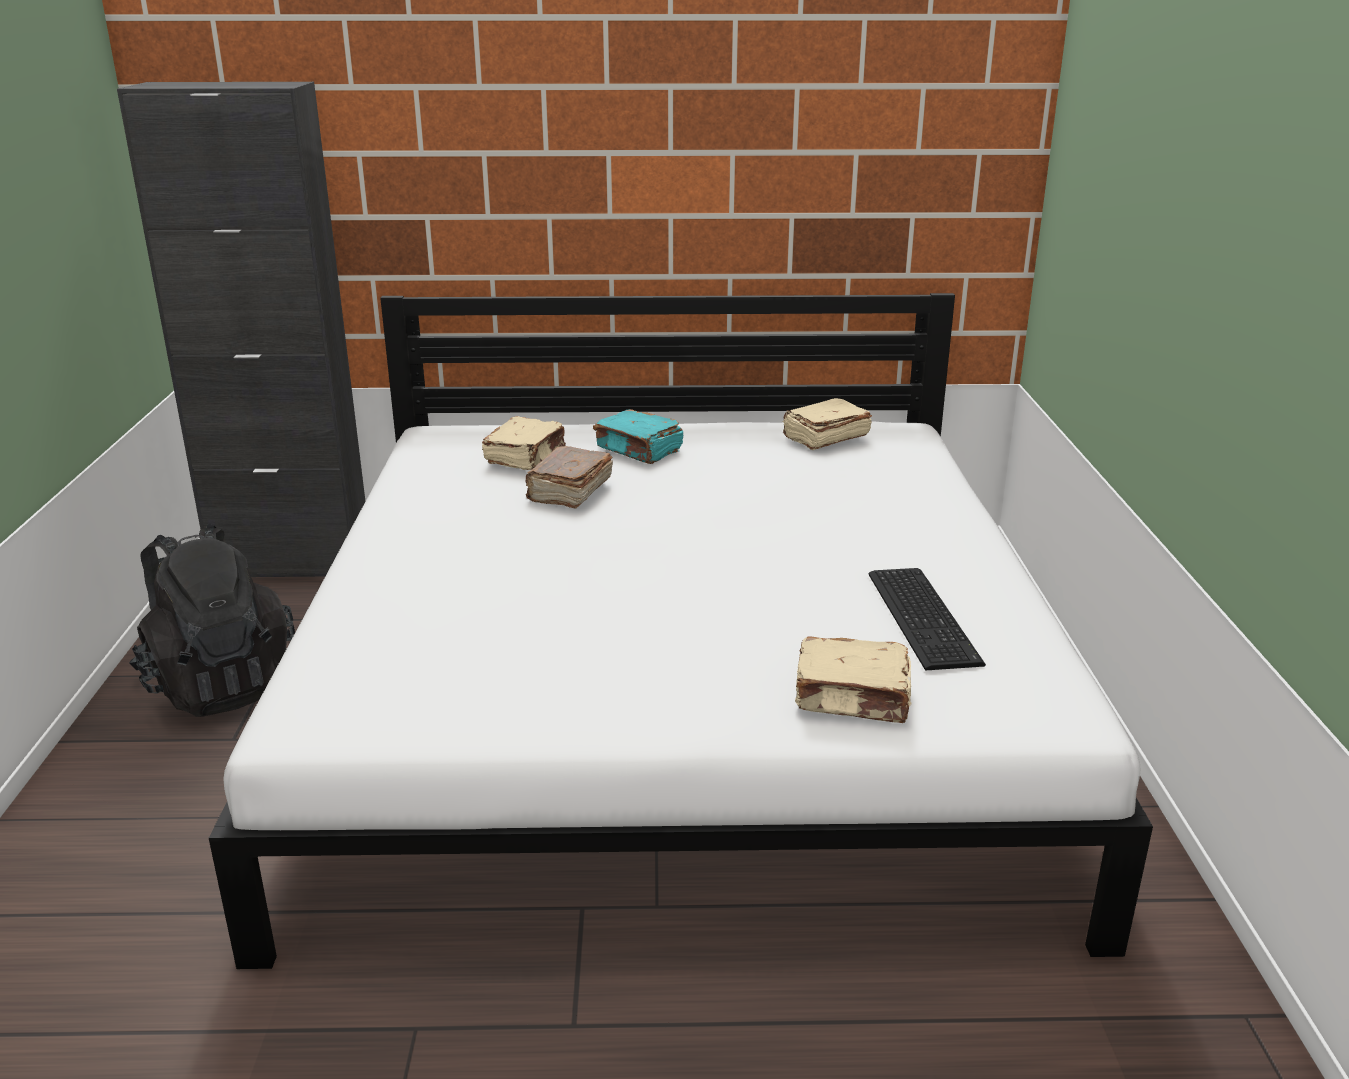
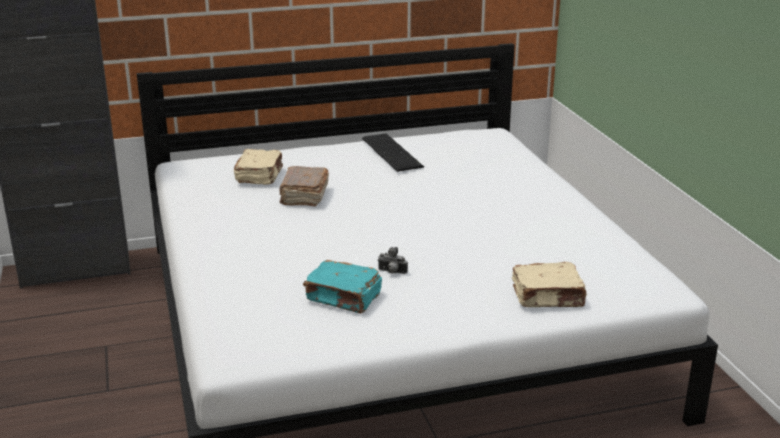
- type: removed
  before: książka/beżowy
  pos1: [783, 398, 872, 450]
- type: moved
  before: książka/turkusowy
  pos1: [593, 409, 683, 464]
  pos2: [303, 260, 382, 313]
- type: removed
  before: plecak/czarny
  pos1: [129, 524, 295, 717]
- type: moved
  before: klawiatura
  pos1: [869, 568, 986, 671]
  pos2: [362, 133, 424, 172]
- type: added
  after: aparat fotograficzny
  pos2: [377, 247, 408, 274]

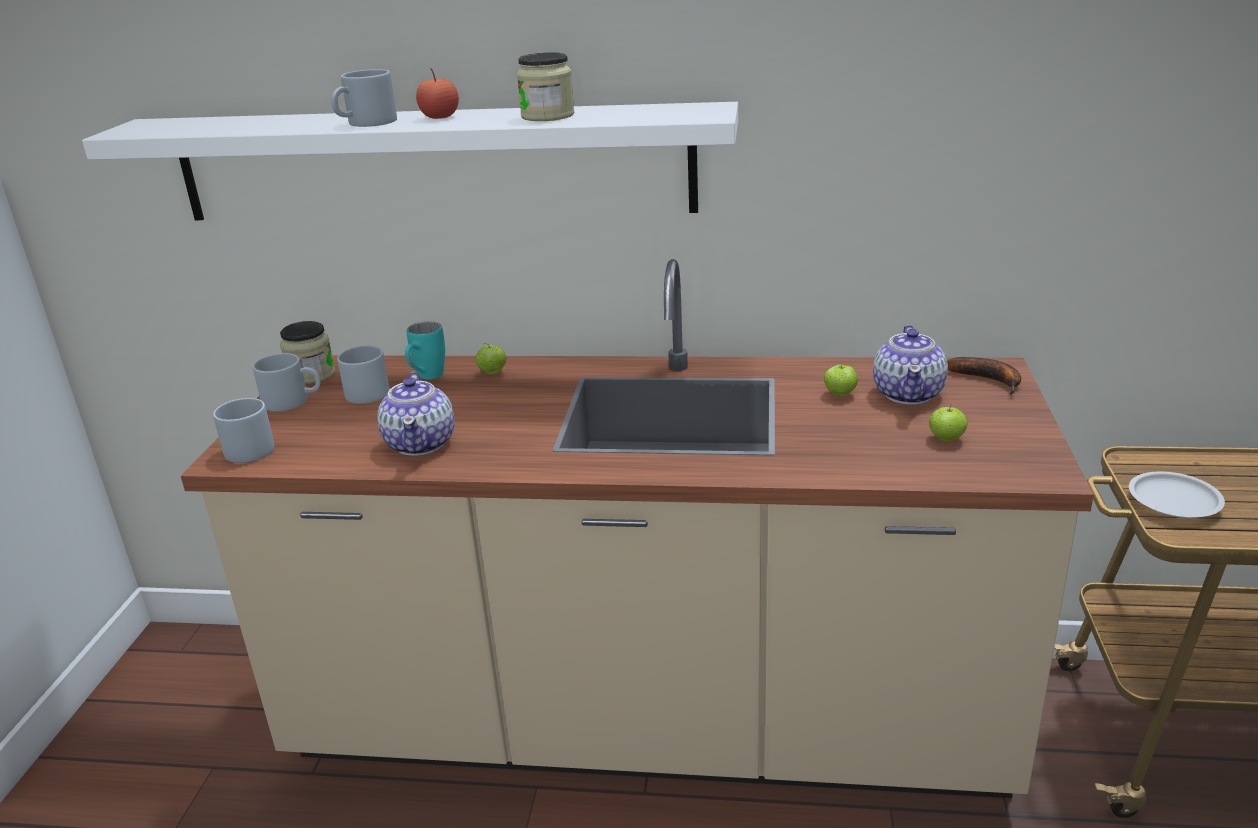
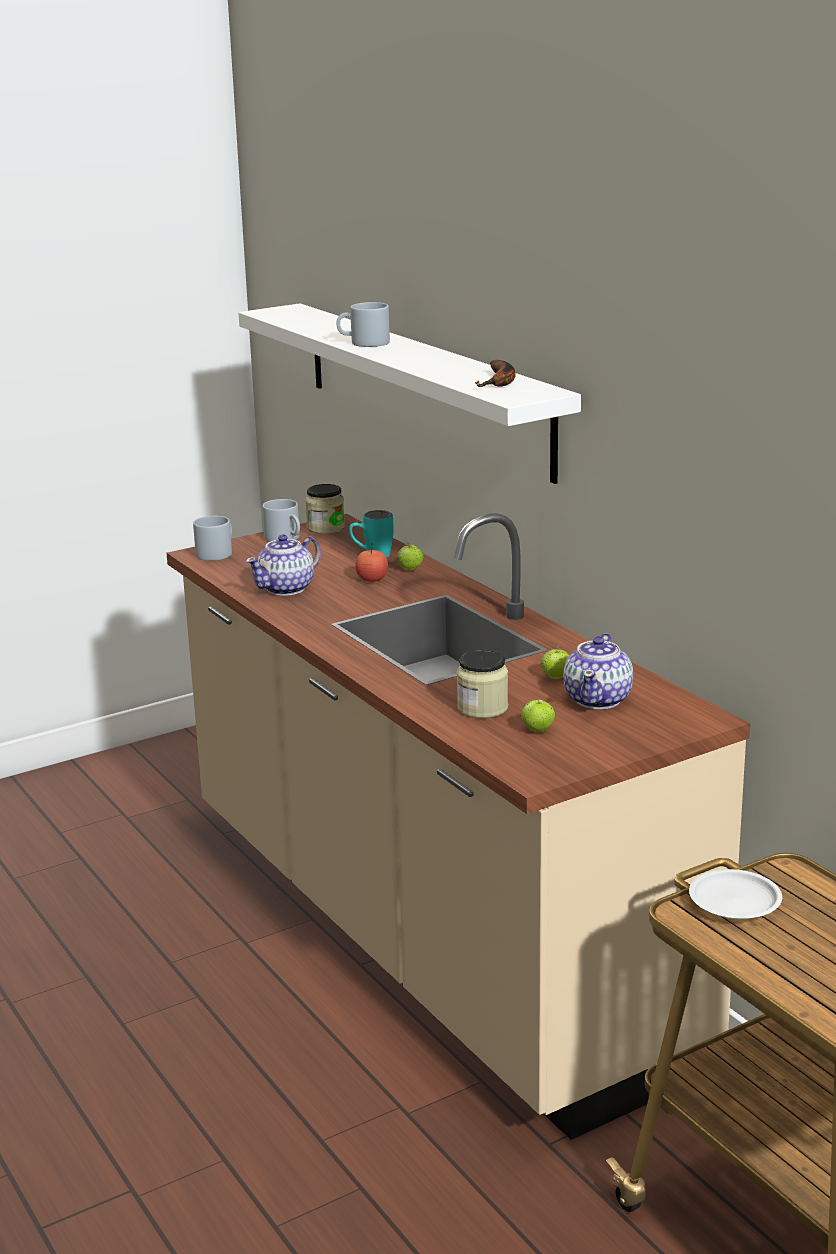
- type: moved
  before: słoik
  pos1: [517, 52, 574, 121]
  pos2: [457, 650, 508, 718]
- type: moved
  before: jabłko
  pos1: [416, 68, 459, 119]
  pos2: [355, 543, 388, 582]
- type: turned
  before: imbryk
  pos1: [873, 325, 948, 404]
  pos2: [563, 633, 633, 709]
  turn: -45
- type: removed
  before: kubek/szary
  pos1: [337, 346, 390, 404]
- type: moved
  before: banan
  pos1: [947, 357, 1021, 395]
  pos2: [475, 360, 515, 387]

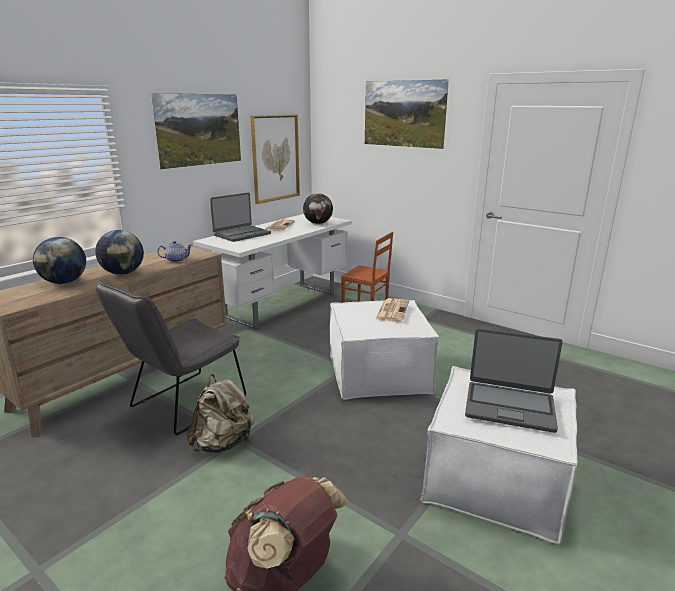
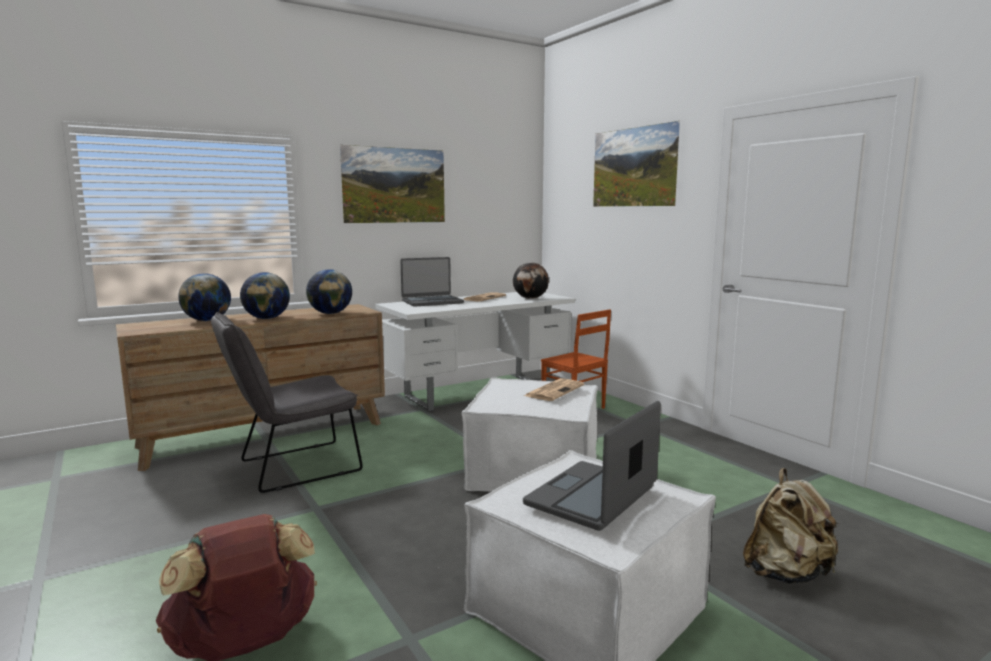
- type: removed
  before: obraz
  pos1: [251, 115, 300, 204]
- type: replaced
  before: imbryk
  after: globus
  pos1: [157, 241, 192, 262]
  pos2: [306, 269, 352, 314]
- type: turned
  before: laptop
  pos1: [465, 328, 563, 433]
  pos2: [523, 401, 661, 531]
  turn: 90
- type: moved
  before: plecak/beżowy
  pos1: [187, 374, 255, 453]
  pos2: [743, 468, 839, 584]

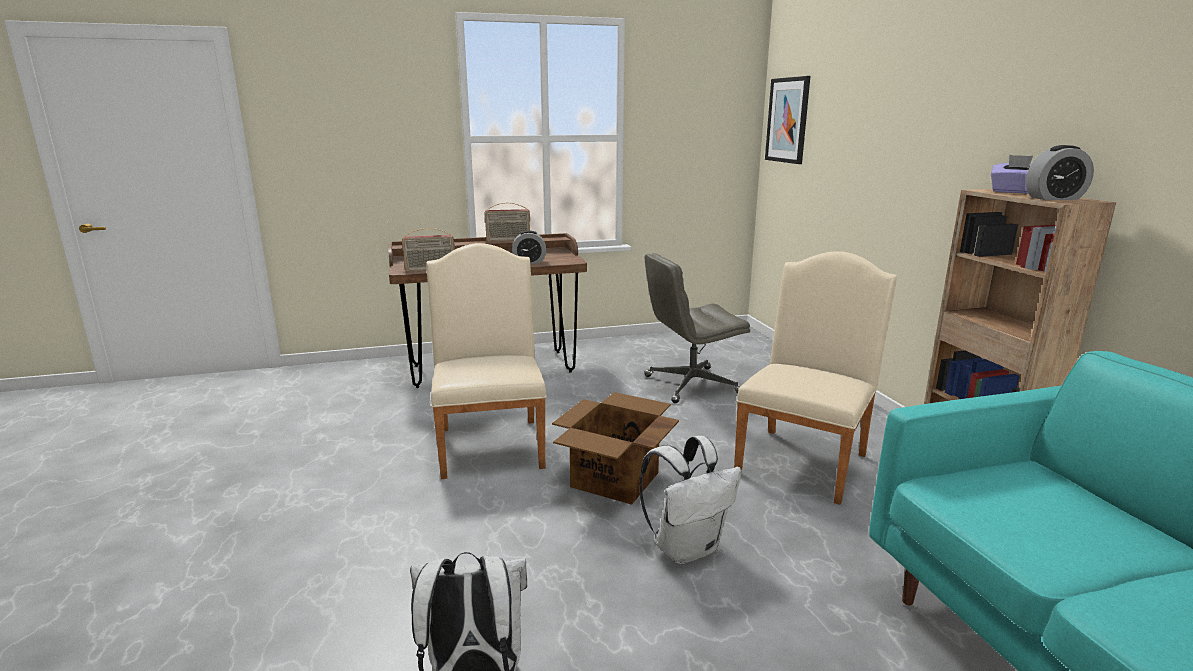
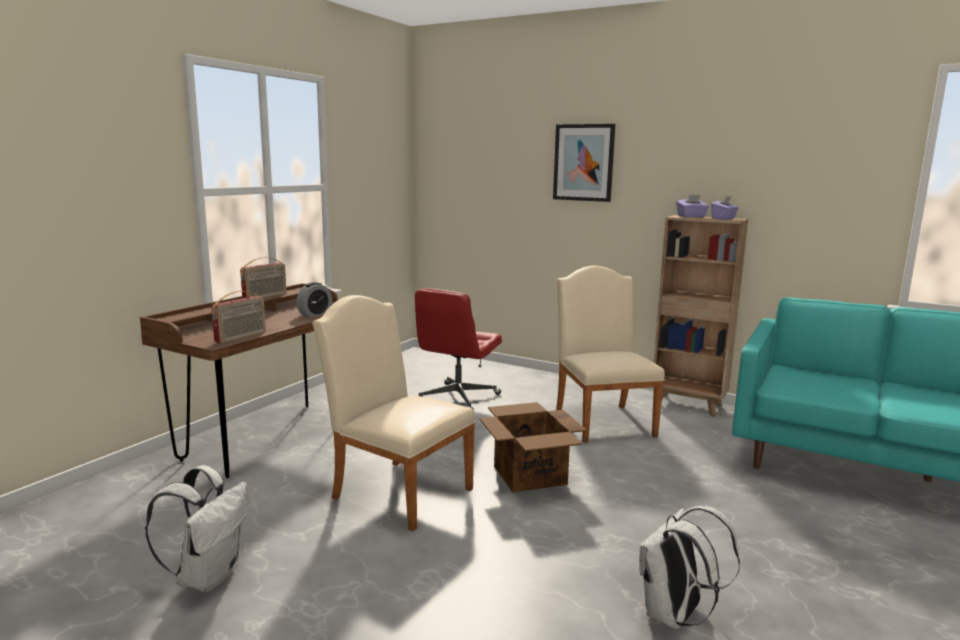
- type: moved
  before: obraz
  pos1: [765, 76, 810, 164]
  pos2: [553, 124, 615, 202]
- type: replaced
  before: budzik
  after: pudełko chusteczek/fioletowy
  pos1: [1026, 145, 1094, 200]
  pos2: [711, 196, 739, 220]
- type: recoloured
  before: krzesło biurowe/szary
  after: krzesło biurowe/czerwony
  pos1: [644, 253, 750, 403]
  pos2: [415, 288, 502, 410]
- type: moved
  before: plecak/biały
  pos1: [639, 436, 742, 564]
  pos2: [145, 465, 247, 592]

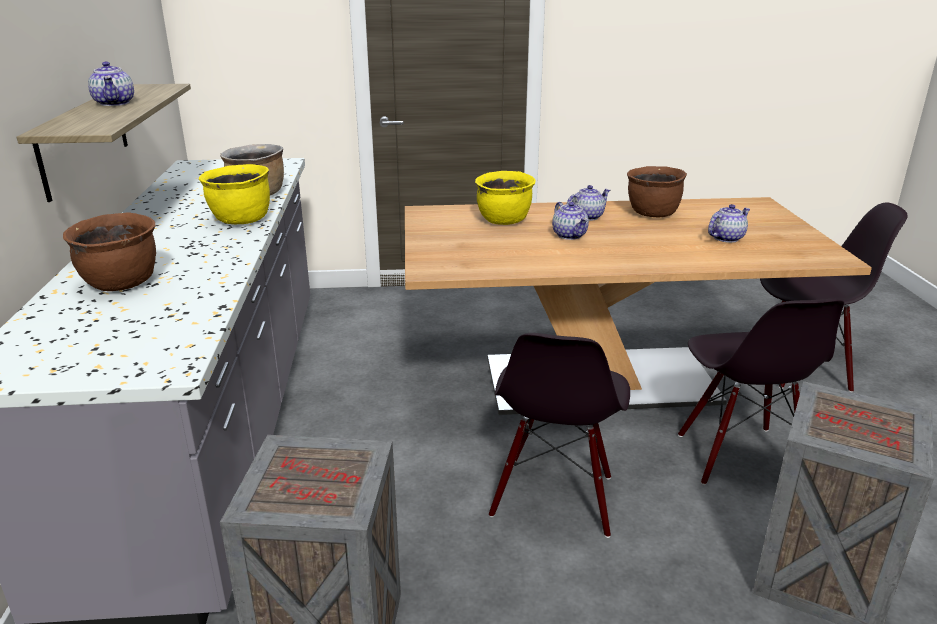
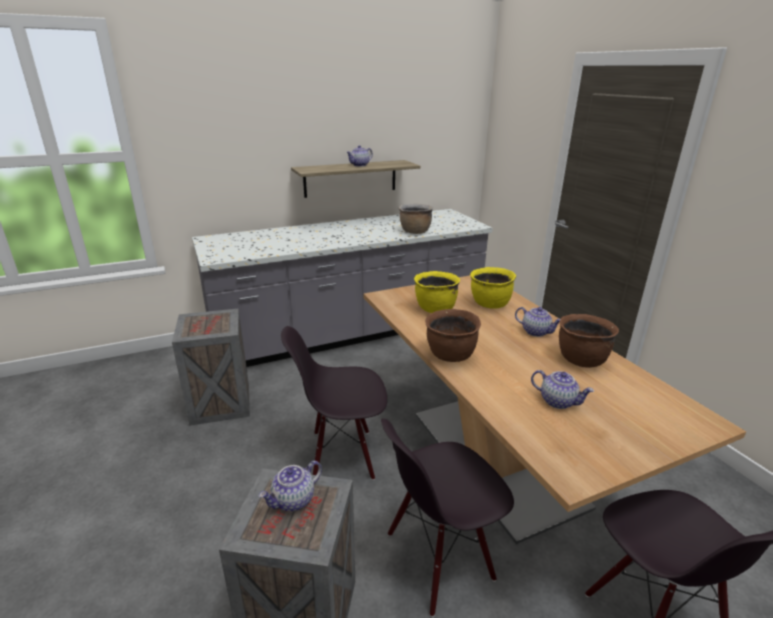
- type: moved
  before: garnek/żółty
  pos1: [199, 164, 270, 224]
  pos2: [414, 271, 460, 313]
- type: moved
  before: imbryk
  pos1: [552, 202, 589, 240]
  pos2: [259, 461, 322, 511]
- type: moved
  before: garnek/brązowy
  pos1: [63, 212, 156, 291]
  pos2: [425, 309, 481, 362]

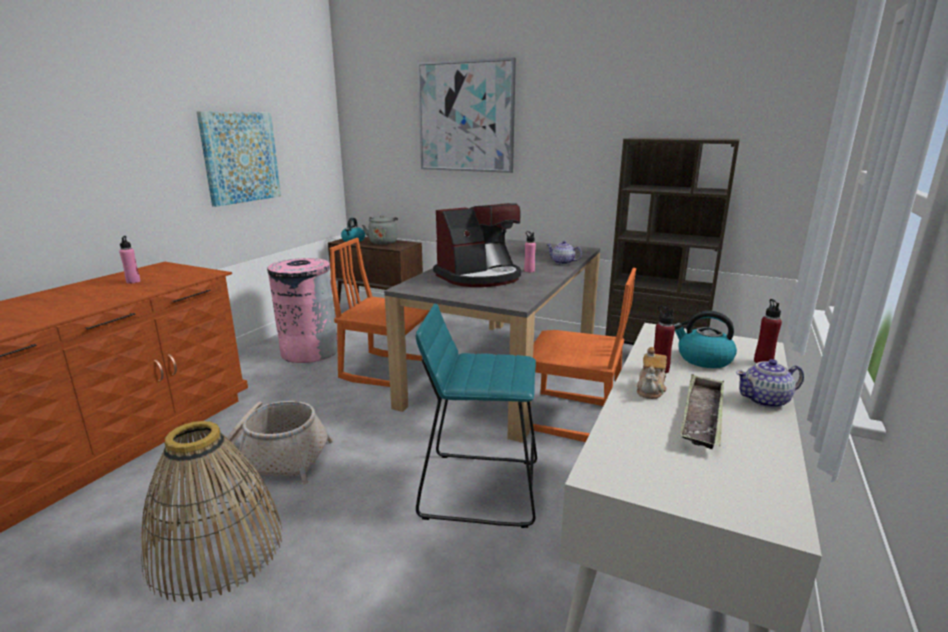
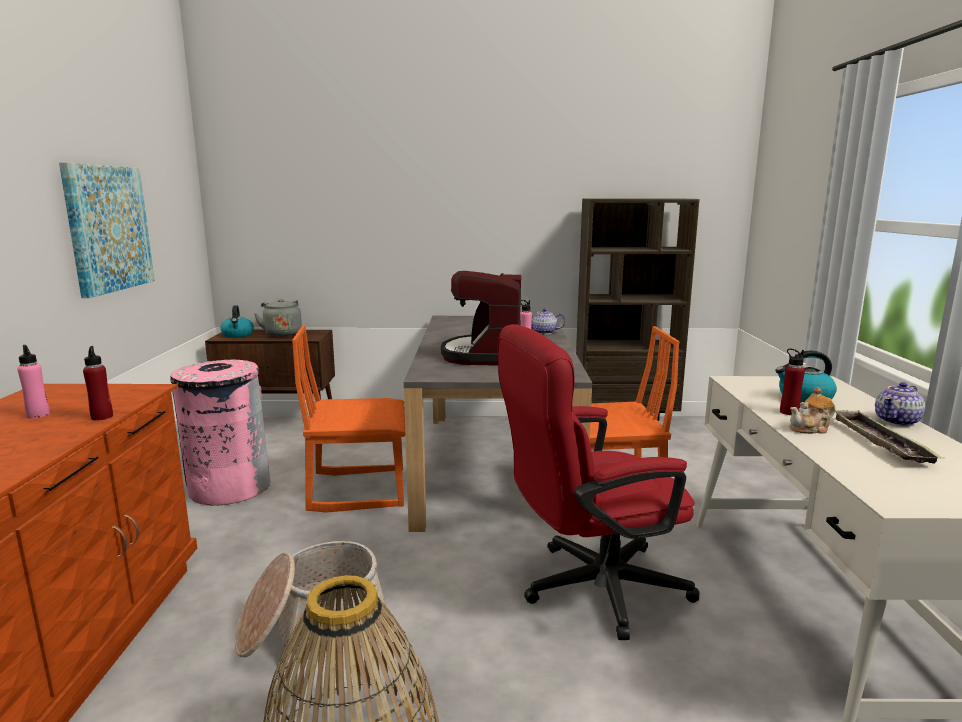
- type: removed
  before: obraz
  pos1: [418, 58, 516, 173]
- type: turned
  before: ekspres do kawy
  pos1: [433, 203, 521, 287]
  pos2: [441, 271, 521, 366]
  turn: 150
- type: moved
  before: butelka/czerwony
  pos1: [754, 299, 782, 363]
  pos2: [83, 346, 113, 420]
- type: replaced
  before: stołek/turkusowy
  after: krzesło biurowe/czerwony
  pos1: [416, 303, 537, 528]
  pos2: [498, 324, 700, 640]
- type: turned
  before: imbryk
  pos1: [637, 347, 667, 399]
  pos2: [789, 387, 836, 434]
  turn: 75

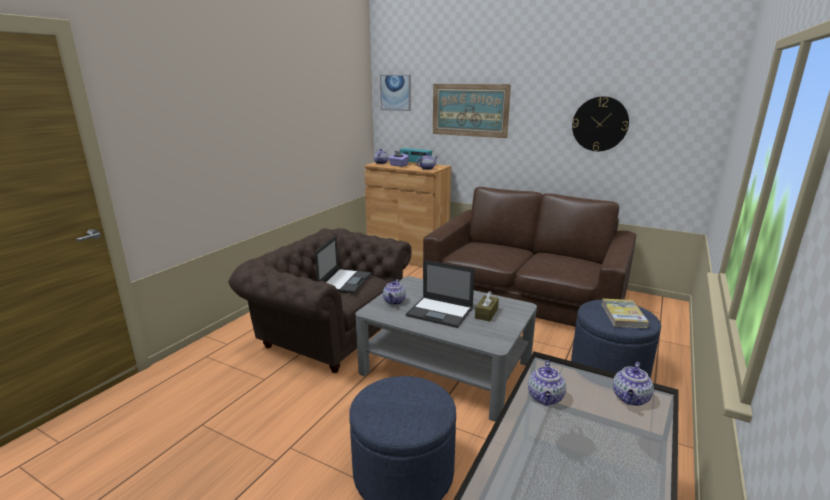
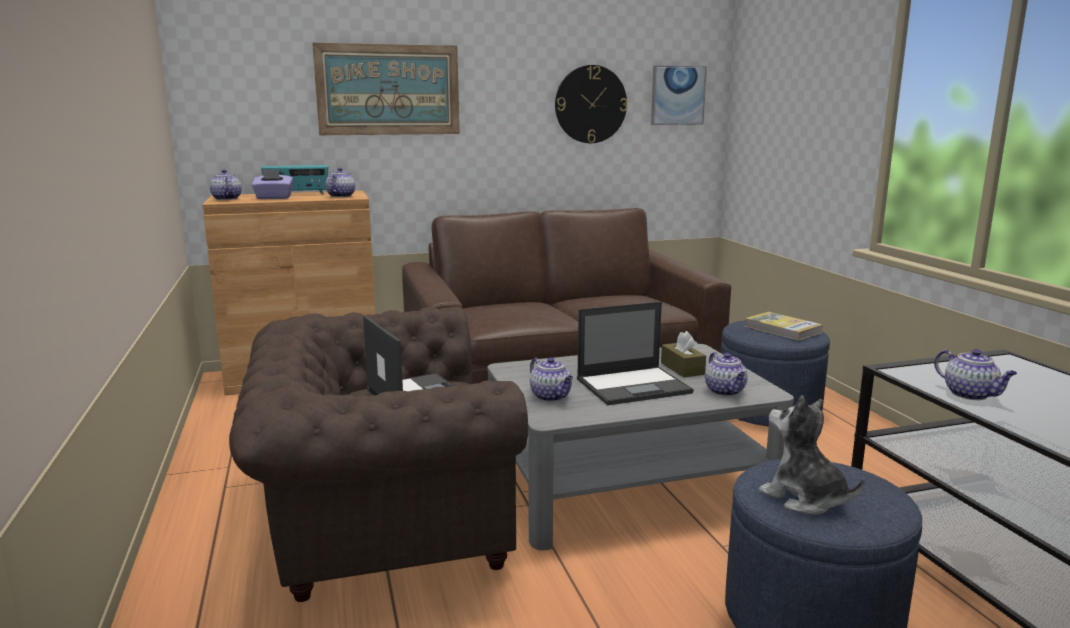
- type: moved
  before: obraz
  pos1: [380, 75, 411, 111]
  pos2: [651, 65, 707, 125]
- type: moved
  before: imbryk
  pos1: [613, 362, 654, 406]
  pos2: [705, 352, 747, 396]
- type: added
  after: pluszak
  pos2: [759, 395, 865, 515]

